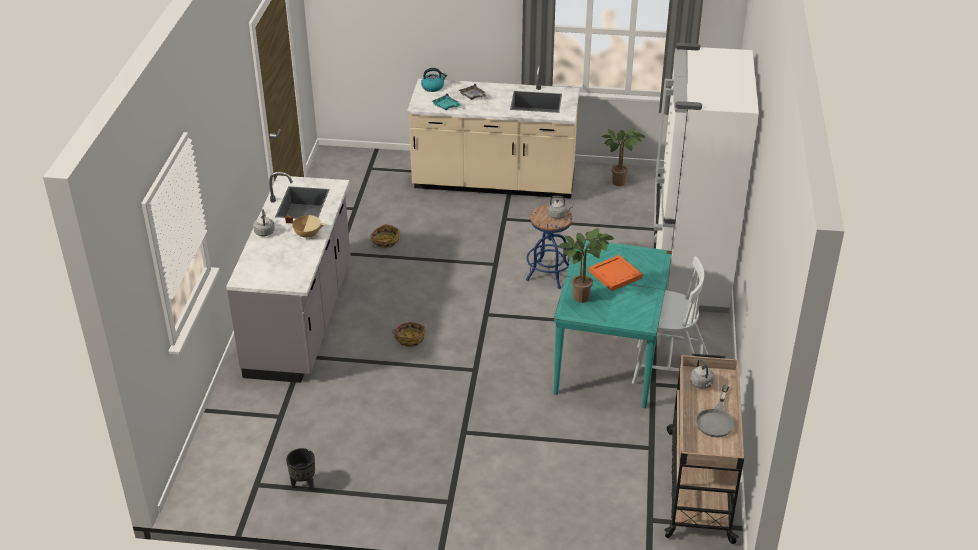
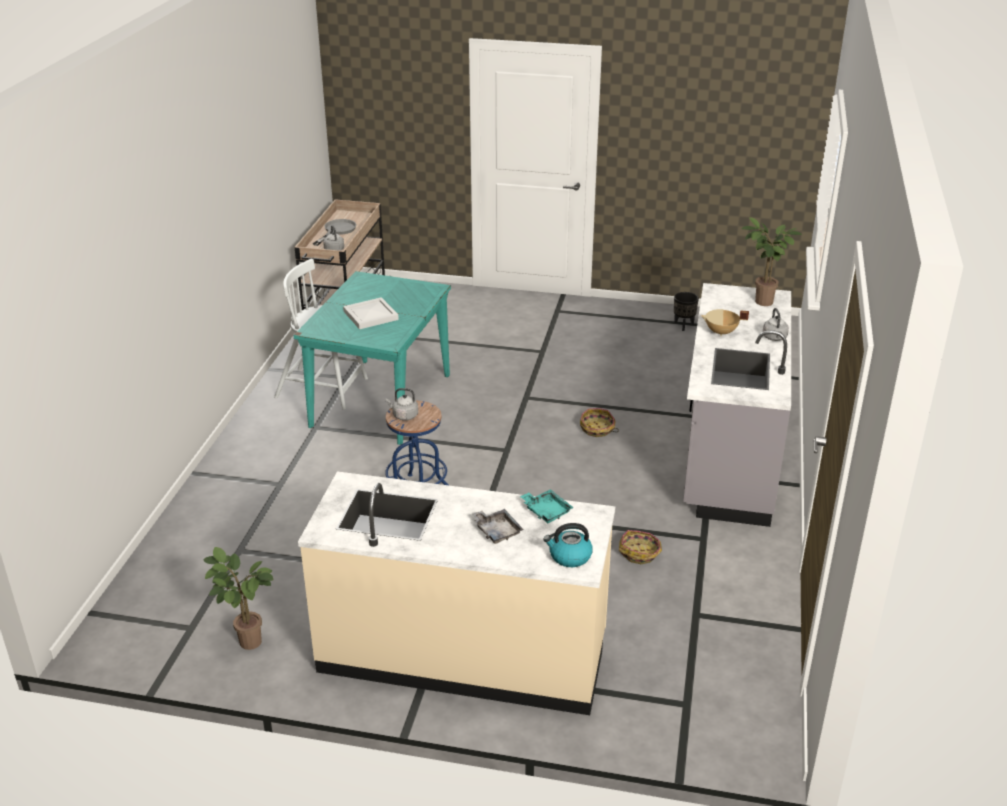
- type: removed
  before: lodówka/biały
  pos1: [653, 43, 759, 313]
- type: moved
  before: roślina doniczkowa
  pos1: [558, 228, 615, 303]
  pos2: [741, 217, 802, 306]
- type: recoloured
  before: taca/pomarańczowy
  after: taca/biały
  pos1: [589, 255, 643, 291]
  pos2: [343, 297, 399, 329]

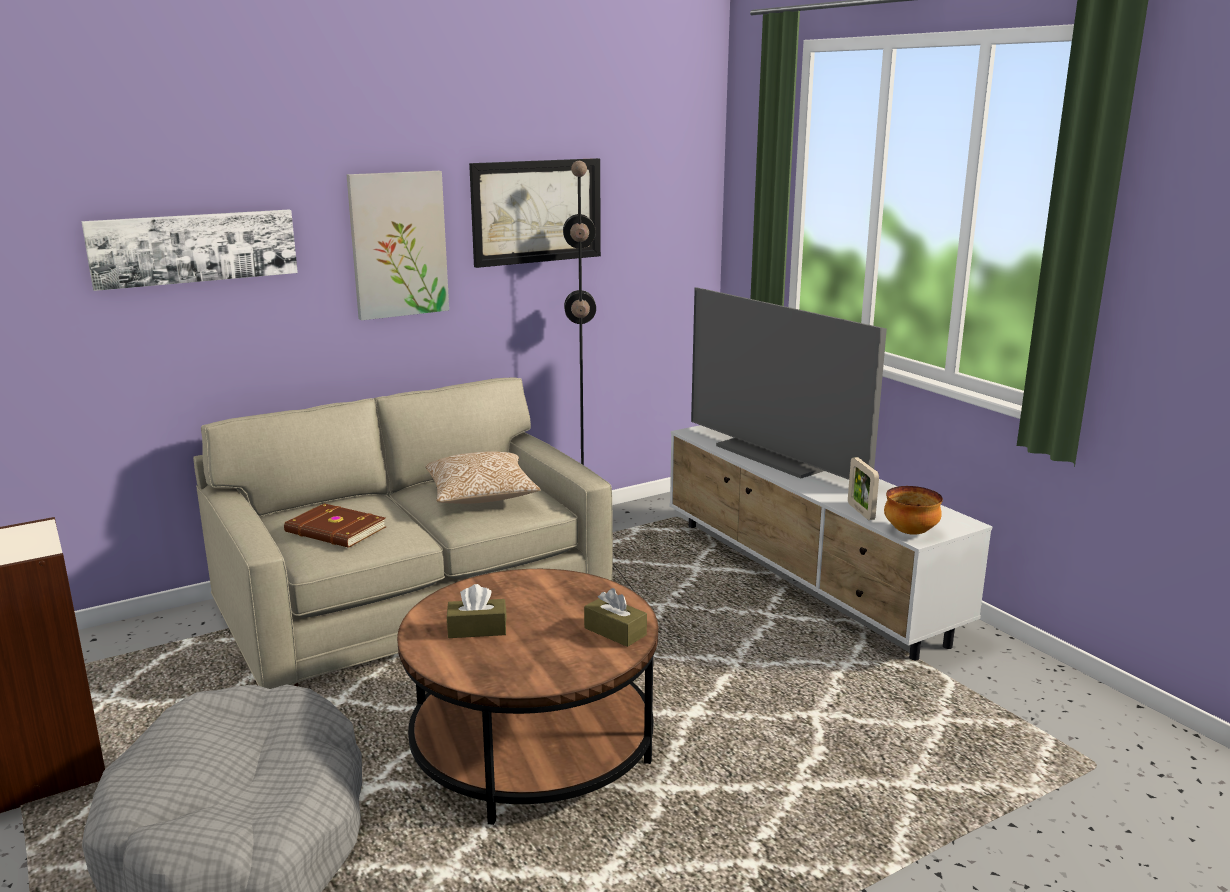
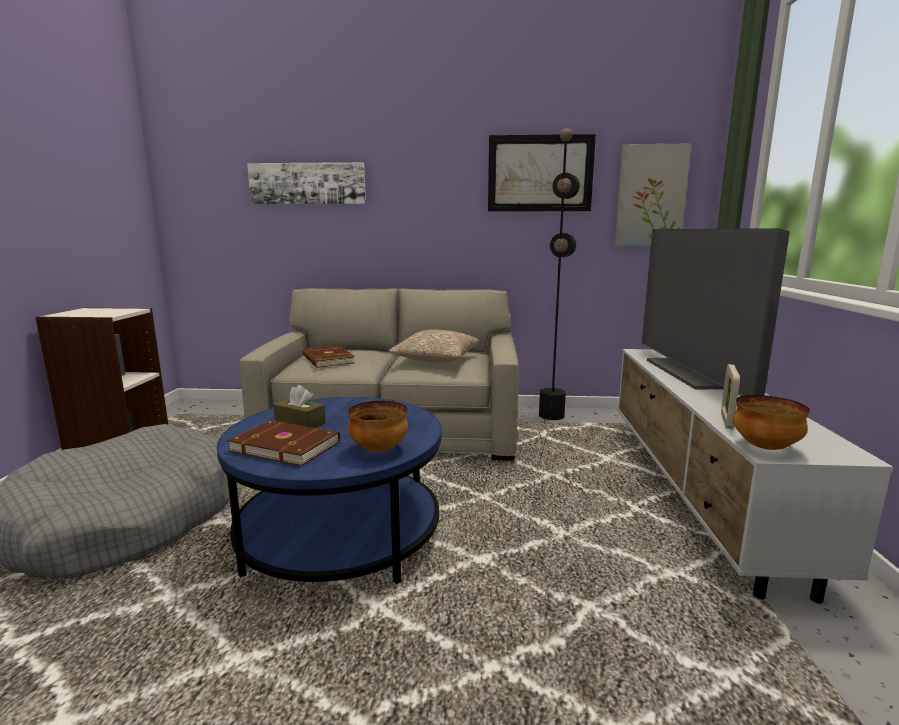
- type: moved
  before: obraz
  pos1: [347, 171, 449, 321]
  pos2: [614, 144, 691, 246]
- type: recoloured
  before: ława/brązowy
  after: ława/niebieski
  pos1: [397, 569, 658, 825]
  pos2: [217, 397, 442, 584]
- type: replaced
  before: pudełko chusteczek/brązowy
  after: miska
  pos1: [584, 588, 647, 647]
  pos2: [348, 401, 408, 452]
- type: added
  after: książka/brązowy
  pos2: [227, 420, 340, 466]

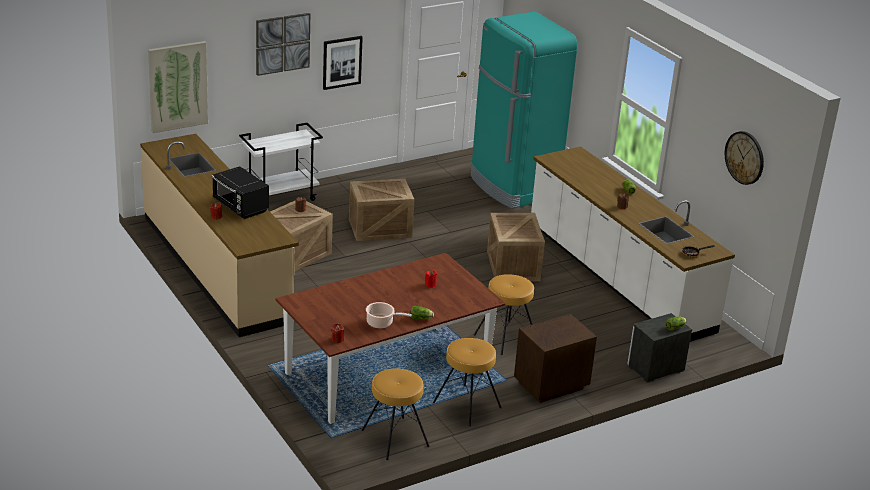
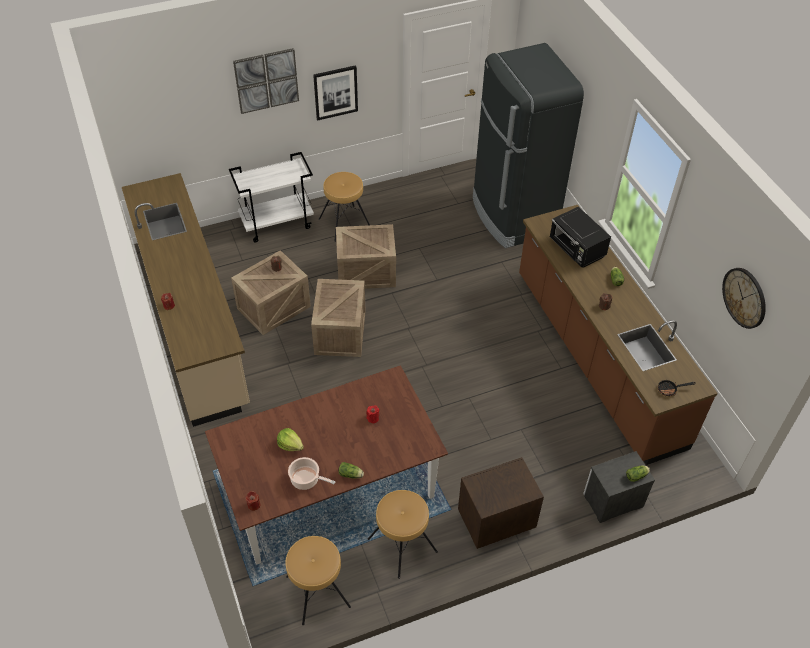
- type: recoloured
  before: lodówka/turkusowy
  after: lodówka/czarny
  pos1: [470, 12, 577, 209]
  pos2: [473, 43, 584, 248]
- type: removed
  before: obraz
  pos1: [148, 41, 208, 133]
- type: recoloured
  before: zabudowa kuchenna/biały
  after: zabudowa kuchenna/brązowy
  pos1: [531, 146, 735, 342]
  pos2: [519, 205, 718, 465]
- type: moved
  before: mikrofalówka/czarny
  pos1: [212, 166, 269, 219]
  pos2: [549, 207, 611, 268]
- type: moved
  before: skrzynka
  pos1: [487, 213, 545, 281]
  pos2: [311, 279, 366, 357]
- type: moved
  before: stołek/brązowy
  pos1: [474, 274, 534, 355]
  pos2: [319, 172, 370, 242]
- type: added
  after: sałata
  pos2: [277, 428, 304, 451]

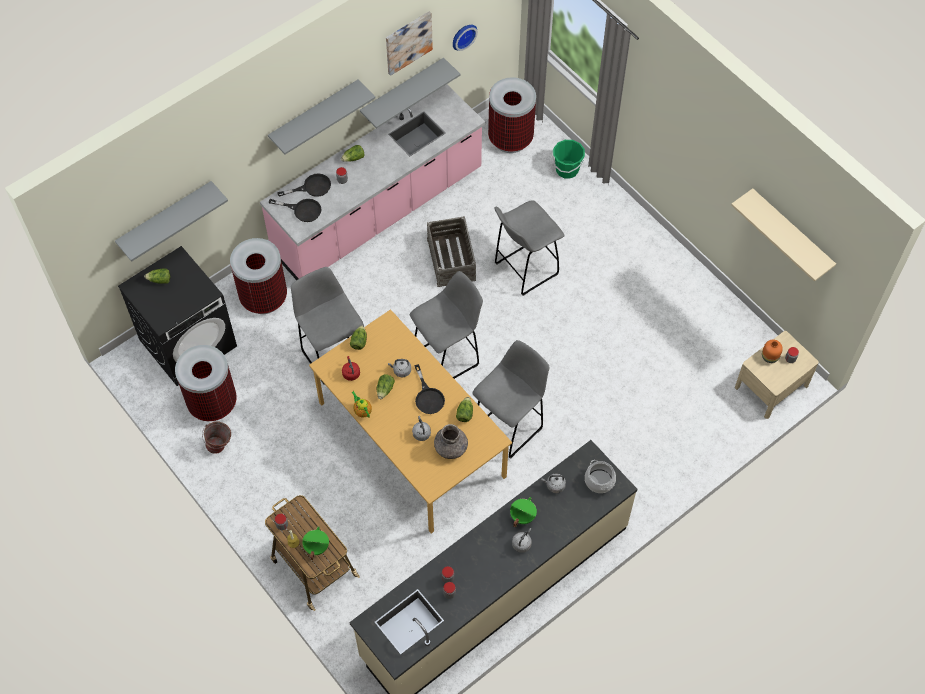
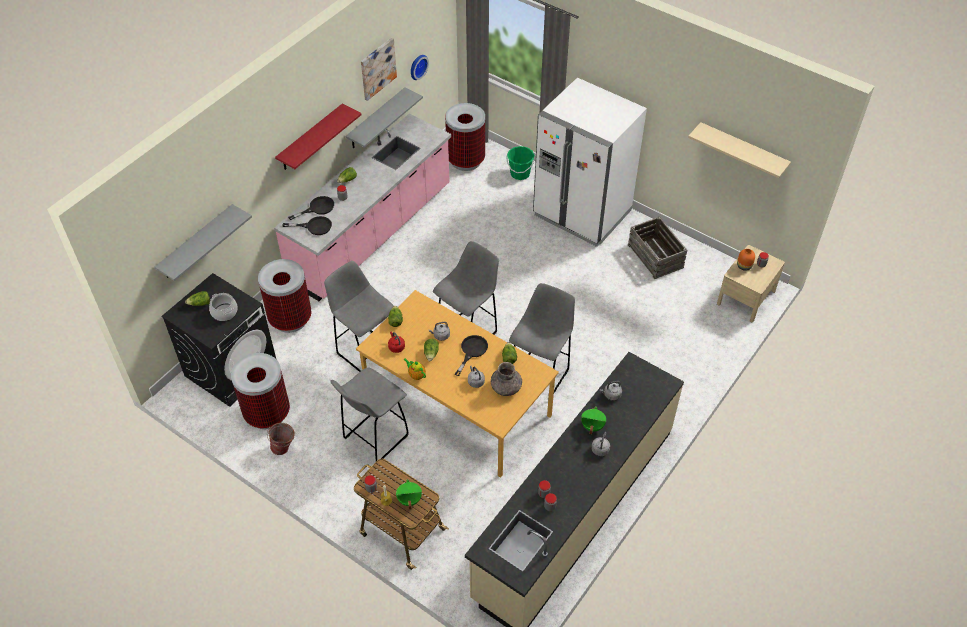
- type: recoloured
  before: półka/szary
  after: półka/czerwony
  pos1: [268, 80, 375, 154]
  pos2: [275, 104, 361, 170]
- type: moved
  before: stołek/szary
  pos1: [494, 200, 565, 296]
  pos2: [331, 367, 409, 461]
- type: moved
  before: skrzynka
  pos1: [427, 216, 476, 287]
  pos2: [628, 217, 687, 279]
- type: turned
  before: patelnia/czarny
  pos1: [415, 364, 445, 414]
  pos2: [455, 335, 488, 376]
  turn: -120
- type: moved
  before: garnek
  pos1: [585, 460, 616, 493]
  pos2: [209, 293, 238, 321]
- type: added
  after: lodówka/biały
  pos2: [533, 78, 647, 247]

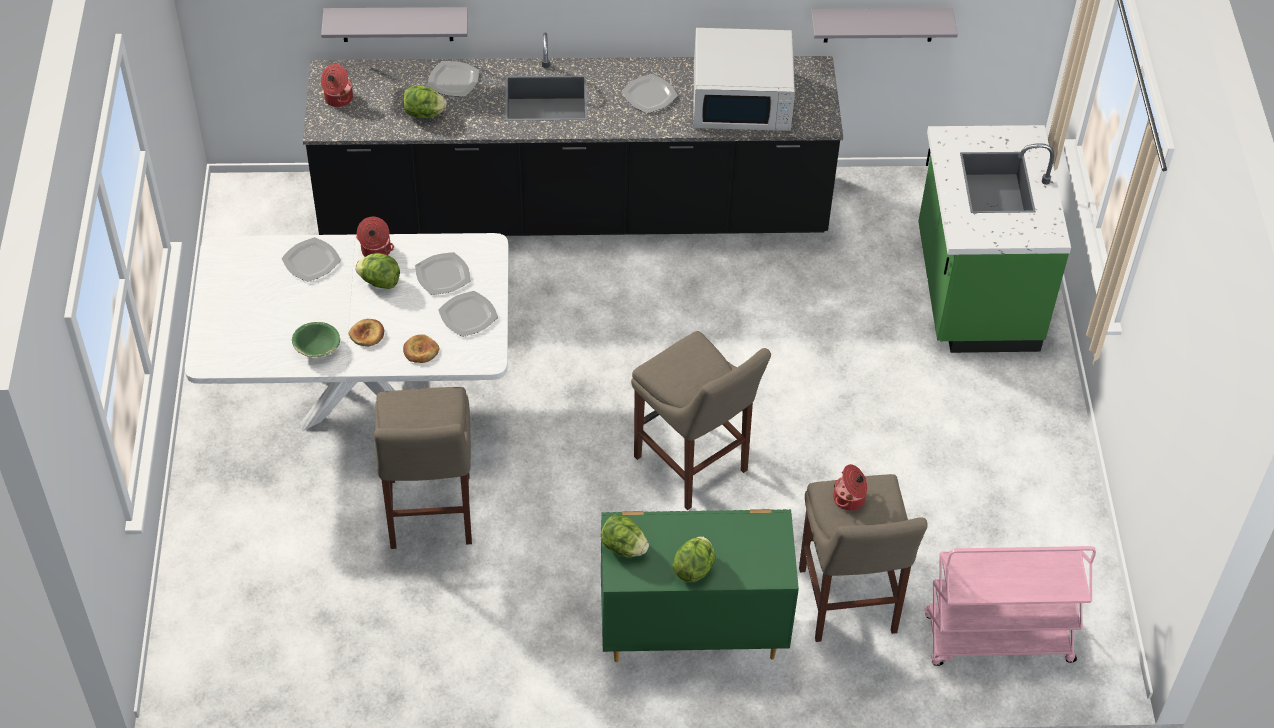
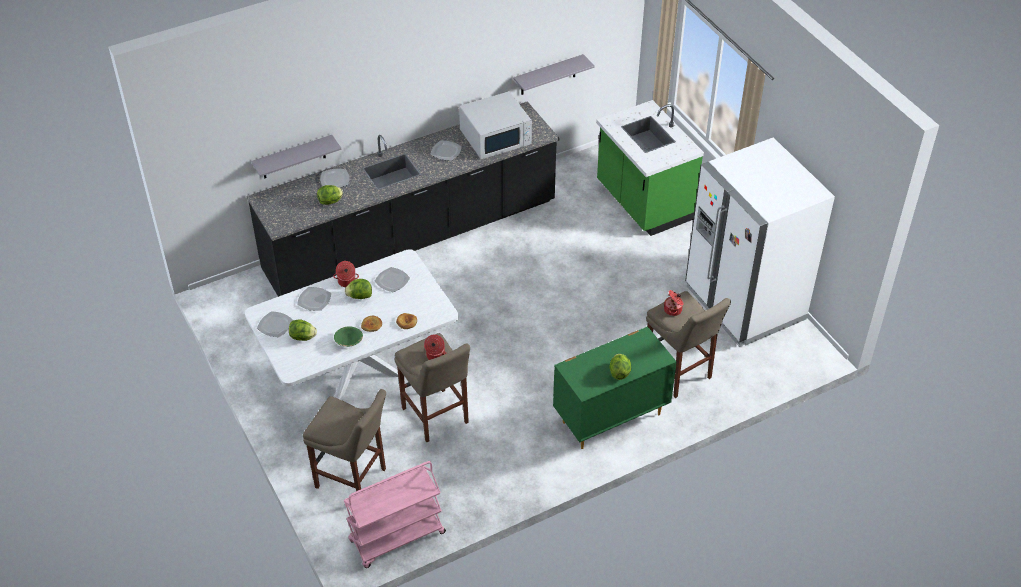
- type: moved
  before: garnek
  pos1: [321, 64, 353, 107]
  pos2: [424, 334, 447, 360]
- type: moved
  before: talerz
  pos1: [438, 291, 498, 337]
  pos2: [257, 311, 293, 337]
- type: moved
  before: stołek/beżowy
  pos1: [631, 331, 771, 510]
  pos2: [303, 389, 386, 491]
- type: moved
  before: sałata
  pos1: [601, 514, 649, 557]
  pos2: [289, 319, 317, 341]
- type: moved
  before: wózek/różowy
  pos1: [925, 546, 1096, 666]
  pos2: [344, 461, 446, 568]
- type: added
  after: lodówka/biały
  pos2: [685, 137, 835, 347]

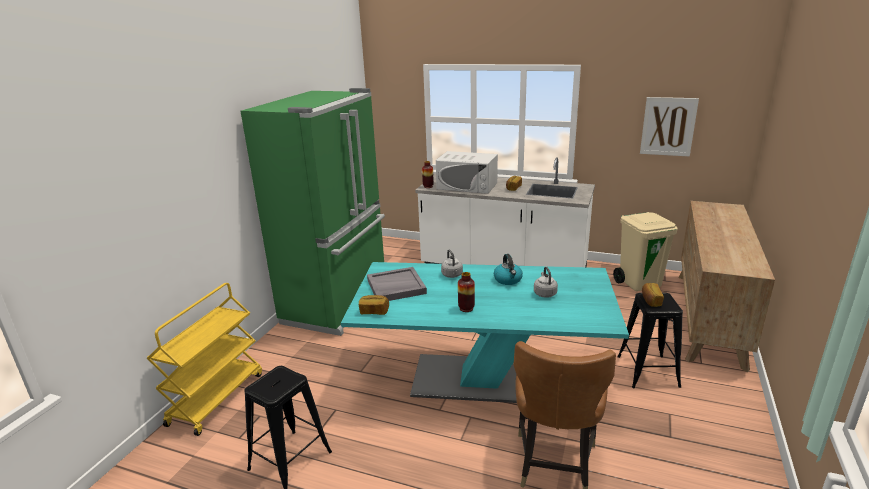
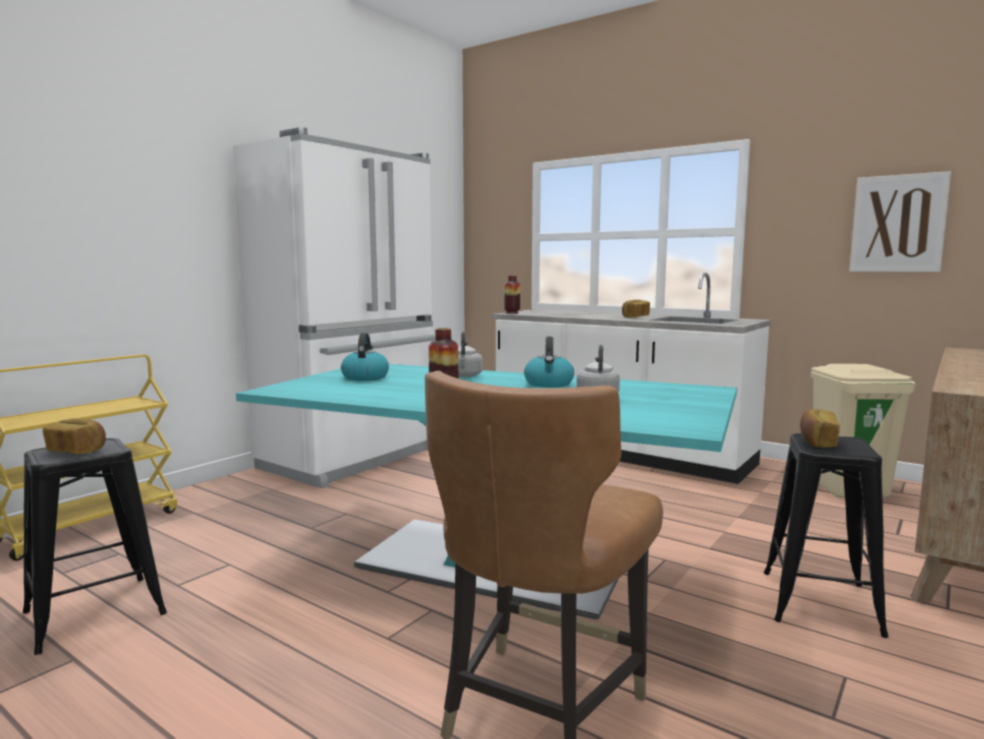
- type: recoloured
  before: lodówka/zielony
  after: lodówka/biały
  pos1: [241, 88, 385, 336]
  pos2: [233, 127, 435, 488]
- type: removed
  before: mikrofalówka/biały
  pos1: [436, 151, 498, 194]
- type: replaced
  before: taca/szary
  after: czajnik
  pos1: [367, 267, 427, 301]
  pos2: [341, 333, 389, 381]
- type: moved
  before: chleb
  pos1: [359, 295, 389, 315]
  pos2: [43, 418, 106, 454]

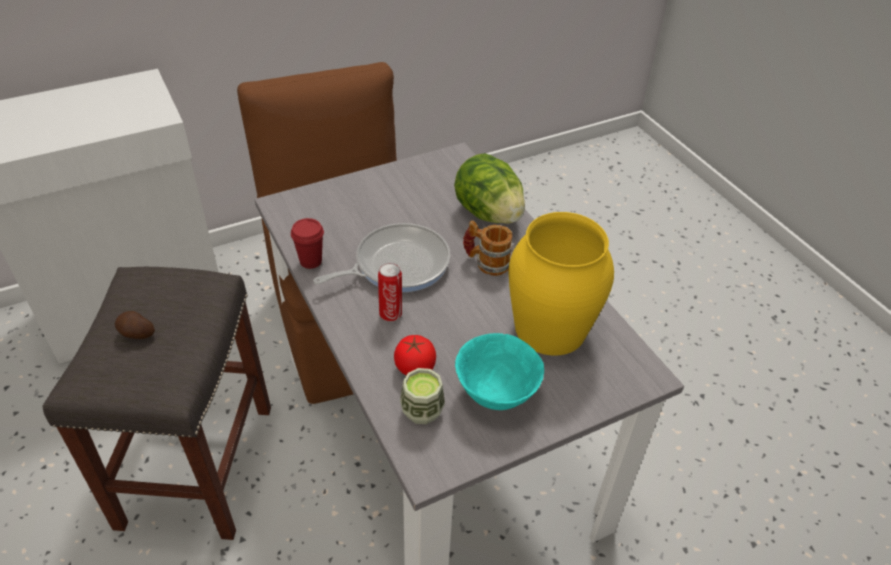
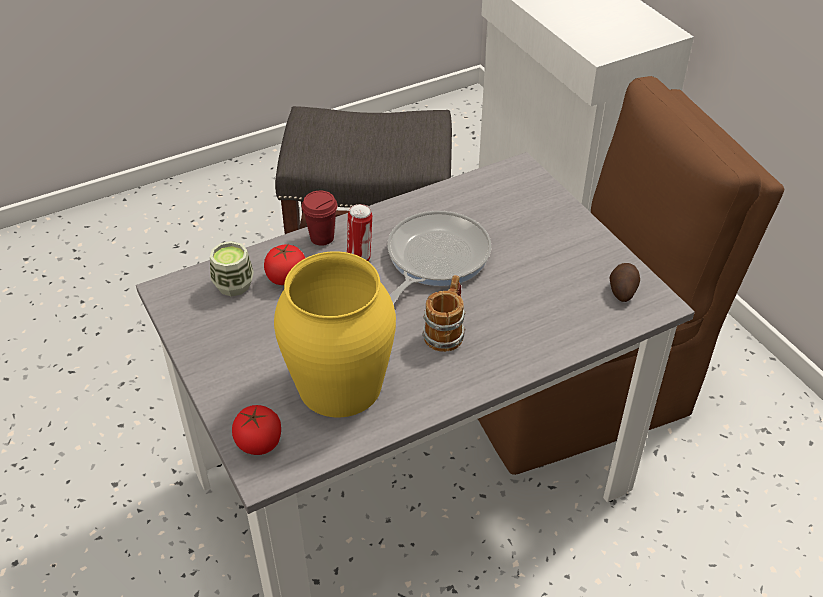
- type: removed
  before: sałata
  pos1: [454, 153, 525, 224]
- type: moved
  before: filiżanka/czerwony
  pos1: [291, 218, 324, 269]
  pos2: [302, 191, 337, 246]
- type: turned
  before: patelnia
  pos1: [313, 223, 450, 292]
  pos2: [387, 211, 491, 305]
  turn: -120
- type: moved
  before: ziemniak
  pos1: [115, 311, 155, 339]
  pos2: [609, 263, 640, 302]
- type: removed
  before: miska/turkusowy
  pos1: [455, 333, 544, 410]
- type: added
  after: pomidor
  pos2: [232, 405, 281, 455]

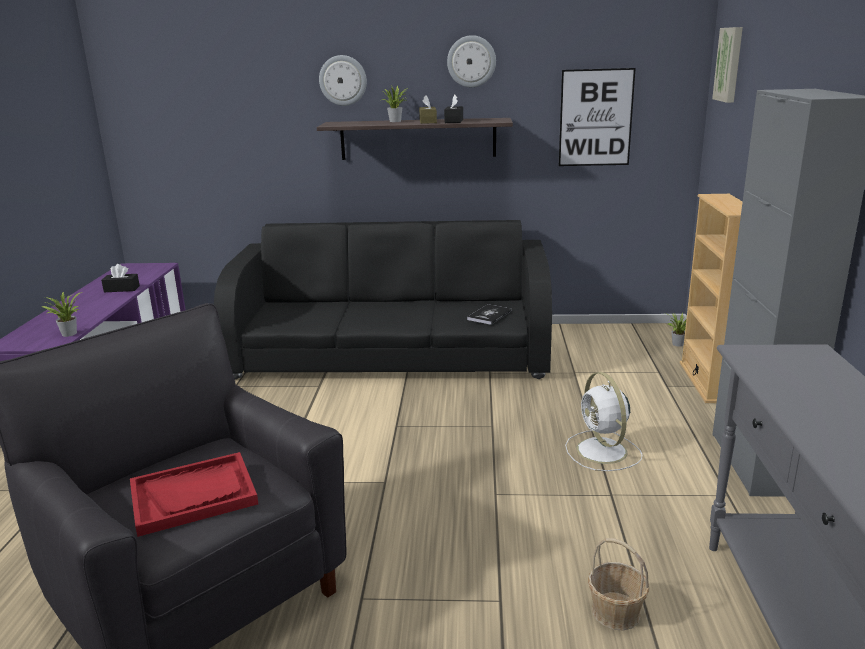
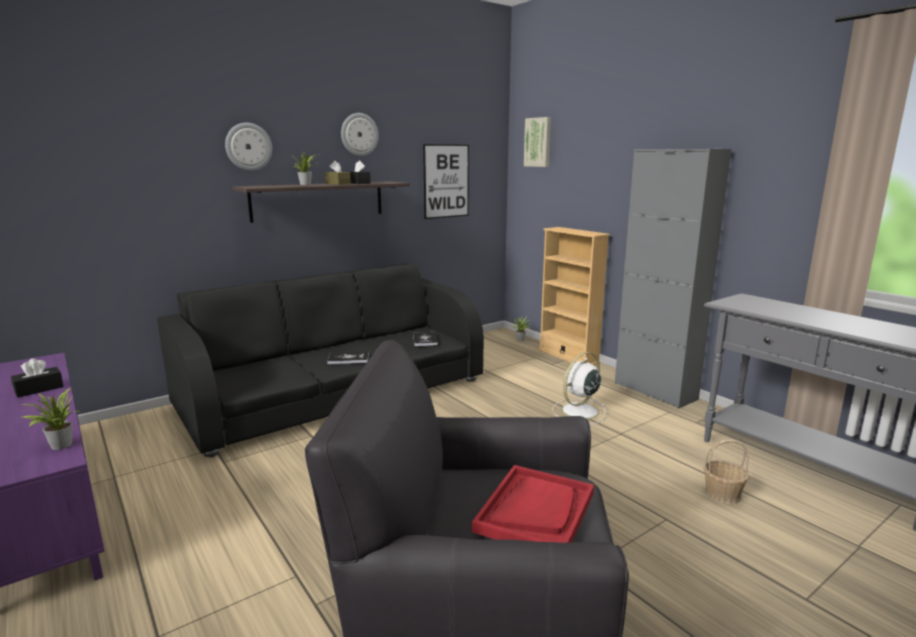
- type: turned
  before: wentylator/biały
  pos1: [565, 372, 643, 471]
  pos2: [552, 352, 605, 425]
  turn: 105
- type: added
  after: książka
  pos2: [327, 352, 369, 364]

